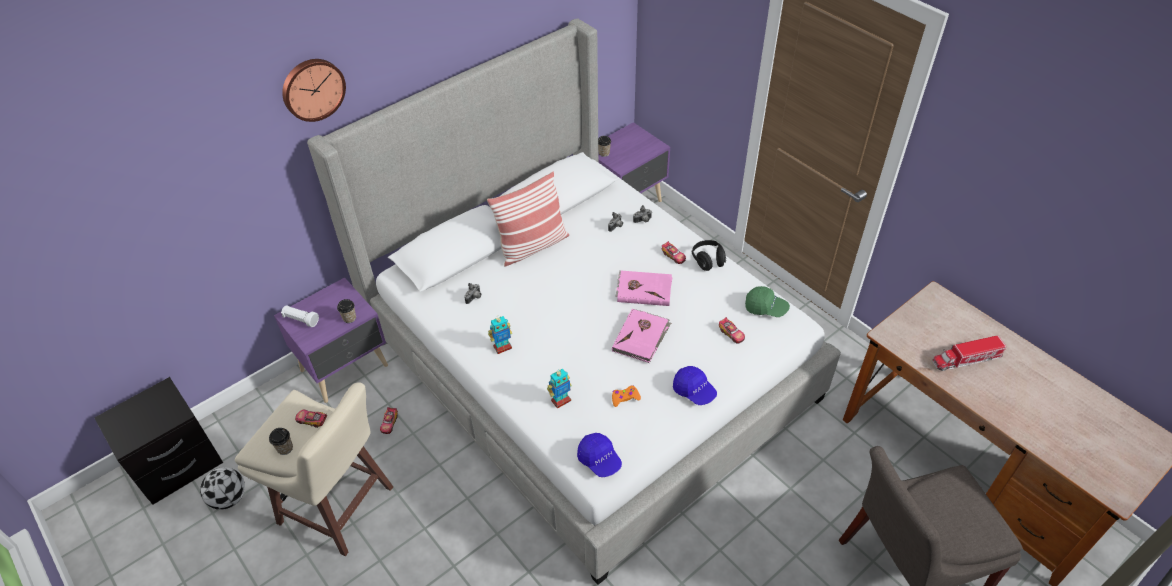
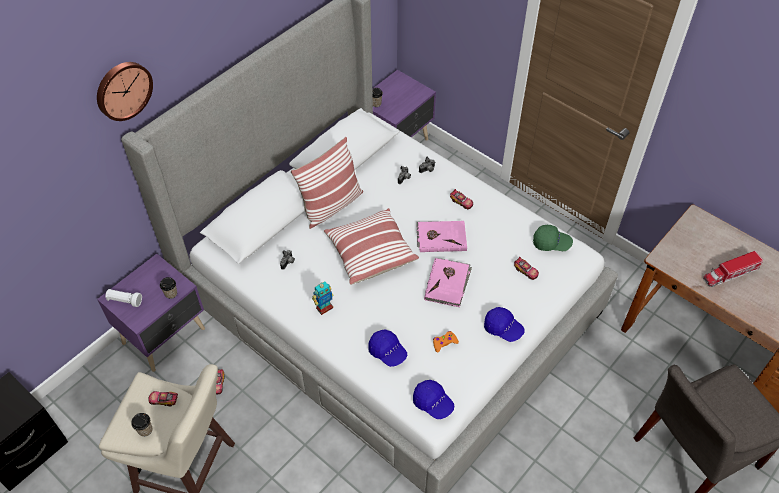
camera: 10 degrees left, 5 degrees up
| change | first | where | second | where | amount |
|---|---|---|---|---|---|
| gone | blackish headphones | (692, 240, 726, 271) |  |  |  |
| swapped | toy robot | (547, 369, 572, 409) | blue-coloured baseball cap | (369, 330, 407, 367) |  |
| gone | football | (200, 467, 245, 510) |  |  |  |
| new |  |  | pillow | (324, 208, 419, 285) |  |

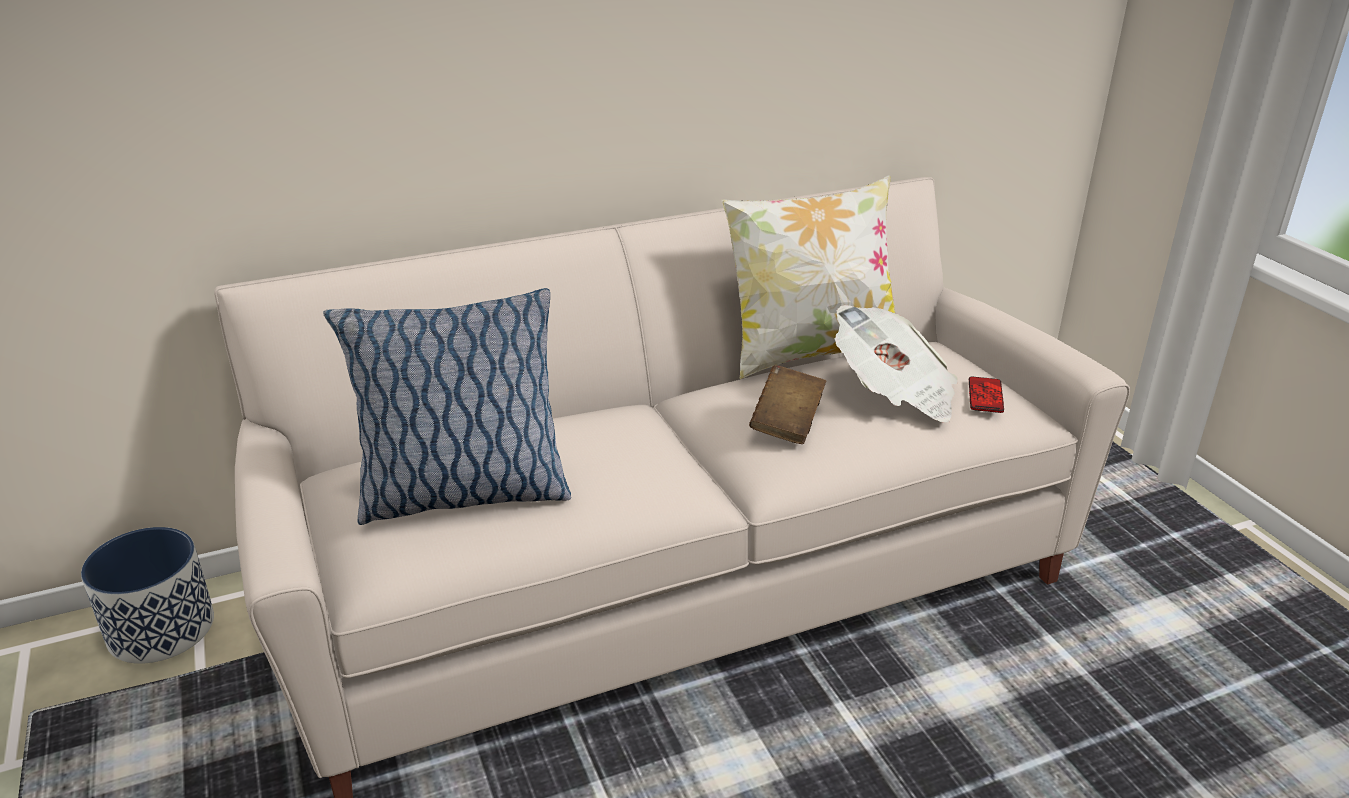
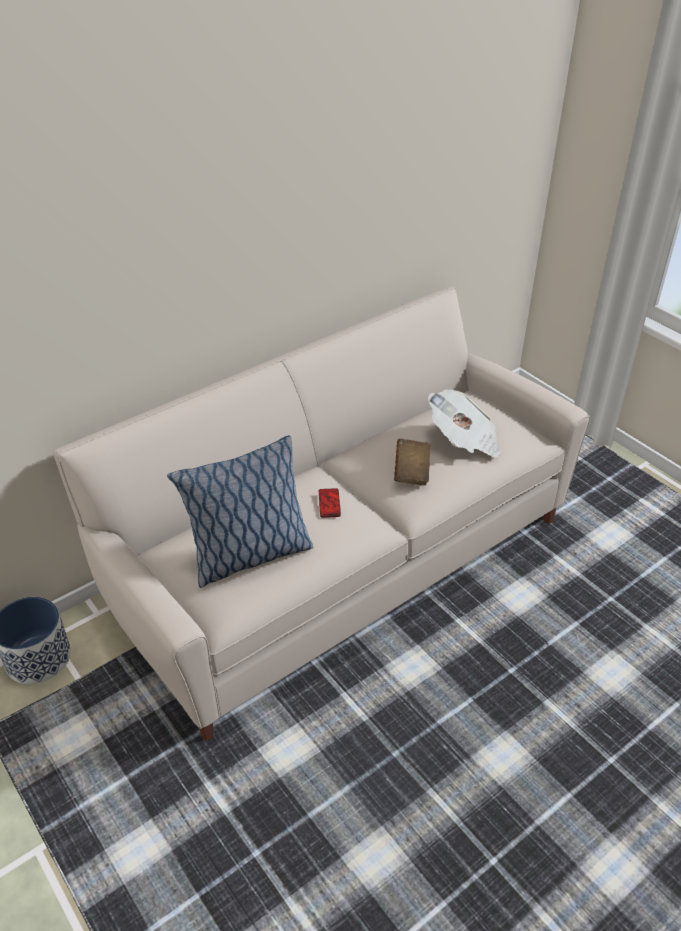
camera: 15 degrees left, 10 degrees up
| change | first | where | second | where | amount |
|---|---|---|---|---|---|
| gone | pillow | (722, 176, 896, 379) |  |  |  |
| shifted | phone | (969, 377, 1004, 413) |  | (319, 488, 341, 518) |  |

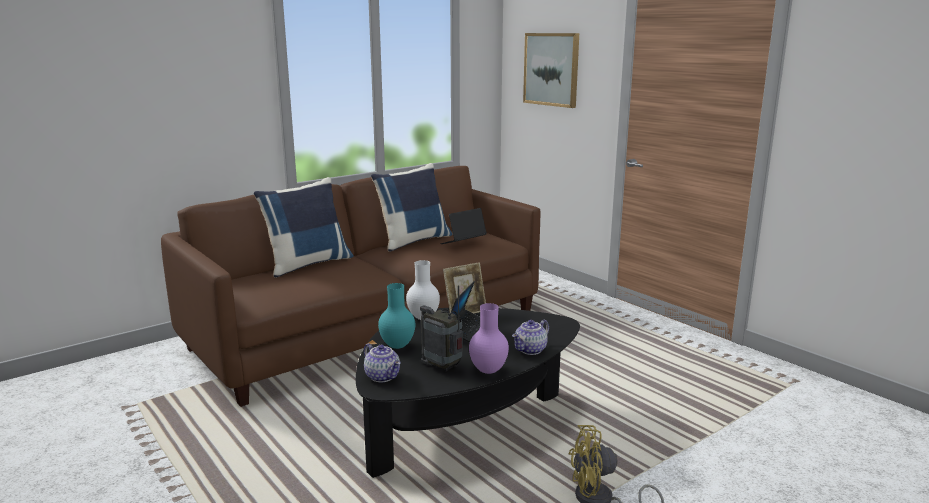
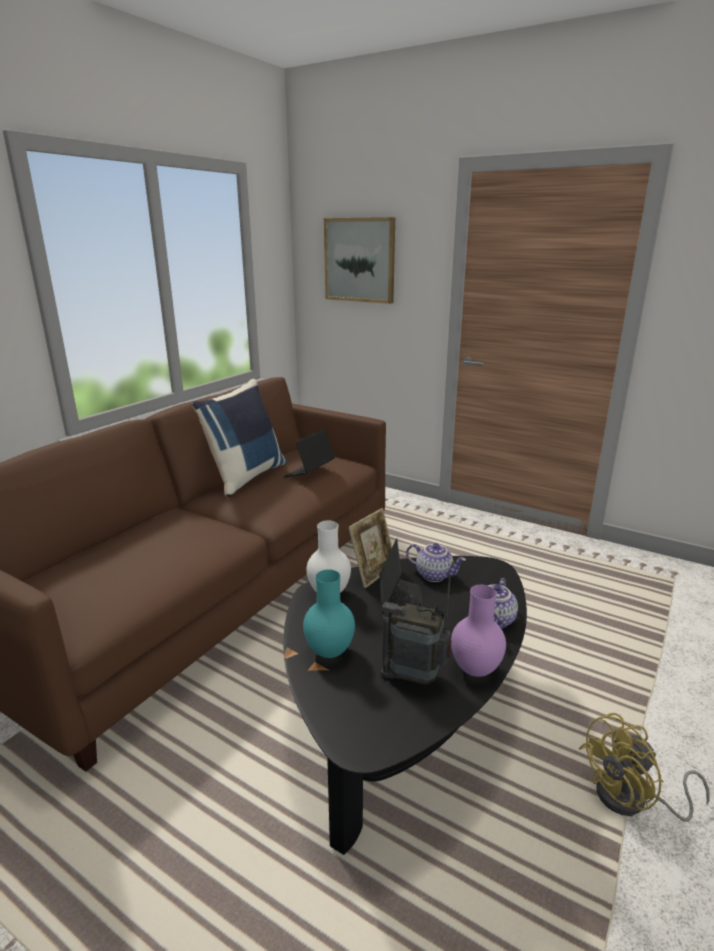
camera: 20 degrees left, 5 degrees up
| change | first | where | second | where | amount |
|---|---|---|---|---|---|
| gone | blue-coloured pillow | (254, 177, 354, 278) |  |  |  |
| shifted | pot for tea | (364, 343, 401, 382) |  | (406, 543, 466, 582) |  |

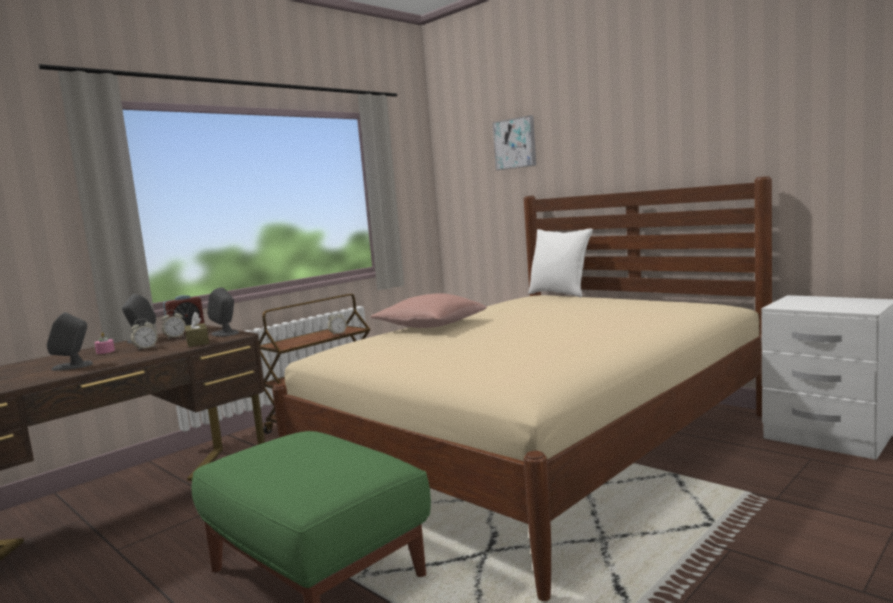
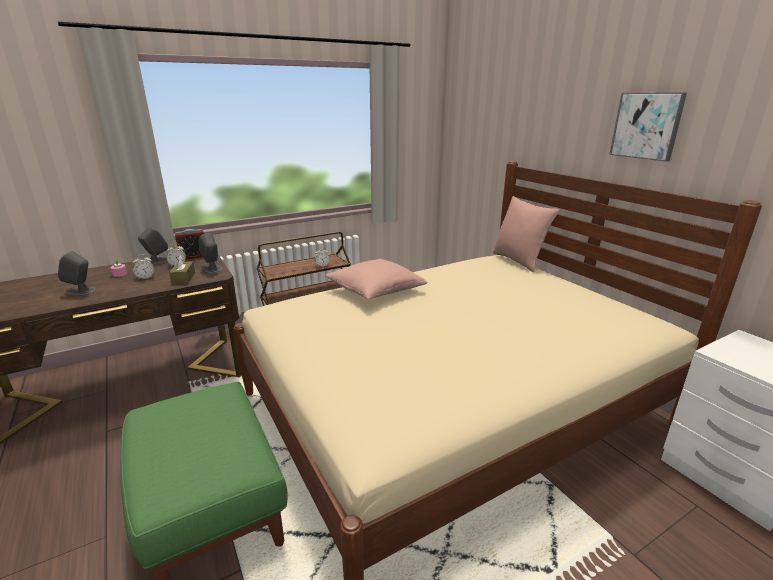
camera: 15 degrees right, 15 degrees up
| change | first | where | second | where | amount |
|---|---|---|---|---|---|
| shifted | wall picture | (492, 115, 536, 170) |  | (609, 92, 687, 162) |  |
| repainted | whitish pillow | (528, 229, 593, 297) | pink pillow | (493, 196, 560, 272) |  |

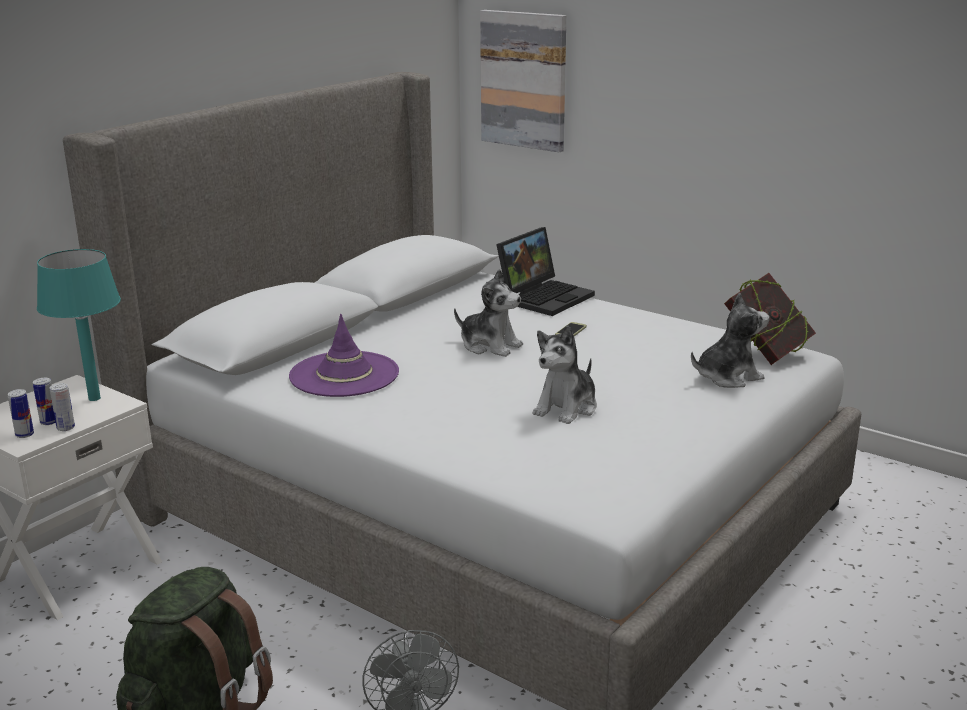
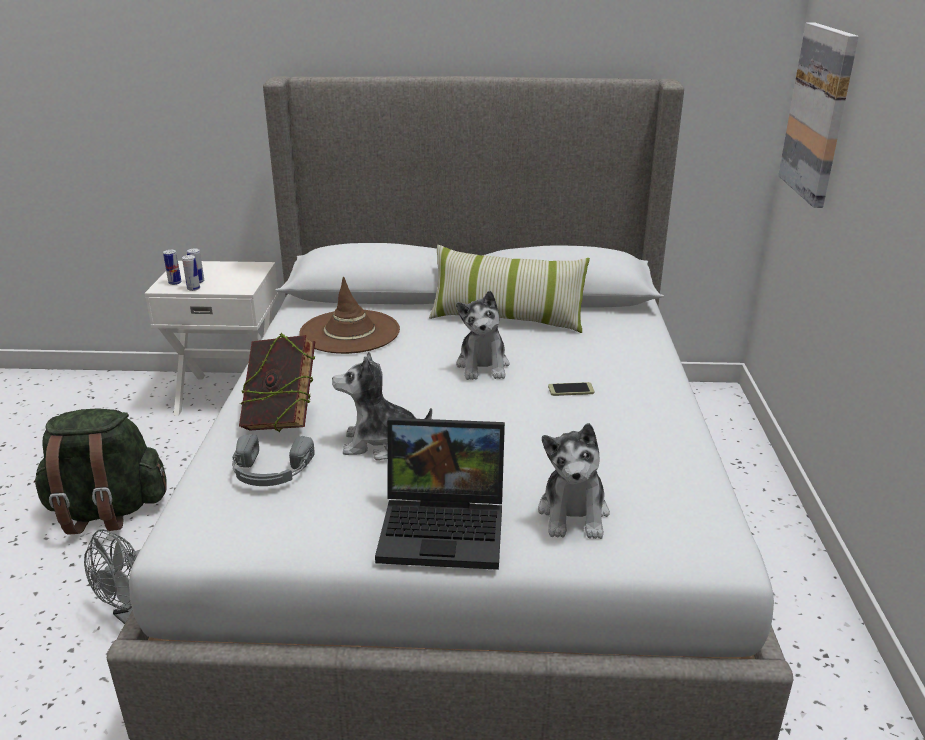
camera: 55 degrees right, 5 degrees up
| change | first | where | second | where | amount |
|---|---|---|---|---|---|
| shifted | notebook computer | (496, 227, 595, 316) |  | (375, 418, 505, 570) |  |
| gone | turquoise lamp for a table | (37, 249, 121, 401) |  |  |  |
| shifted | book | (724, 273, 816, 365) |  | (239, 333, 315, 433) |  |
| rotated | cuddly toy | (691, 293, 769, 388) |  | (538, 423, 610, 539) | 60 degrees clockwise |
| repainted | purple wearable hat | (289, 314, 399, 397) | brownish wearable hat | (299, 276, 400, 354) |  |
| new |  |  | pillow | (429, 245, 590, 333) |  |
| new |  |  | greyish headphones | (232, 434, 315, 486) |  |

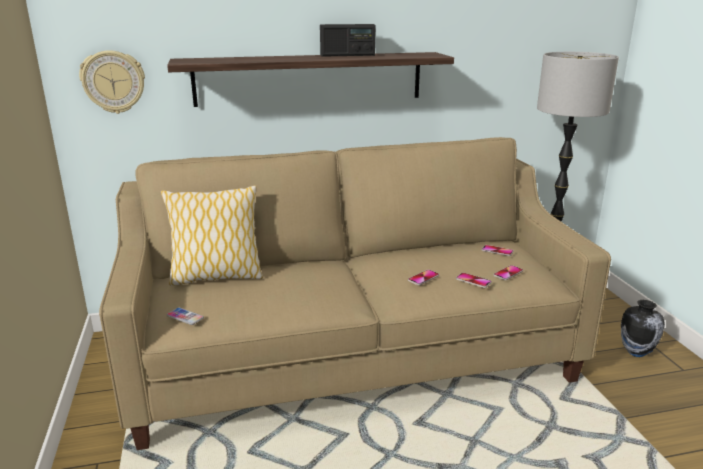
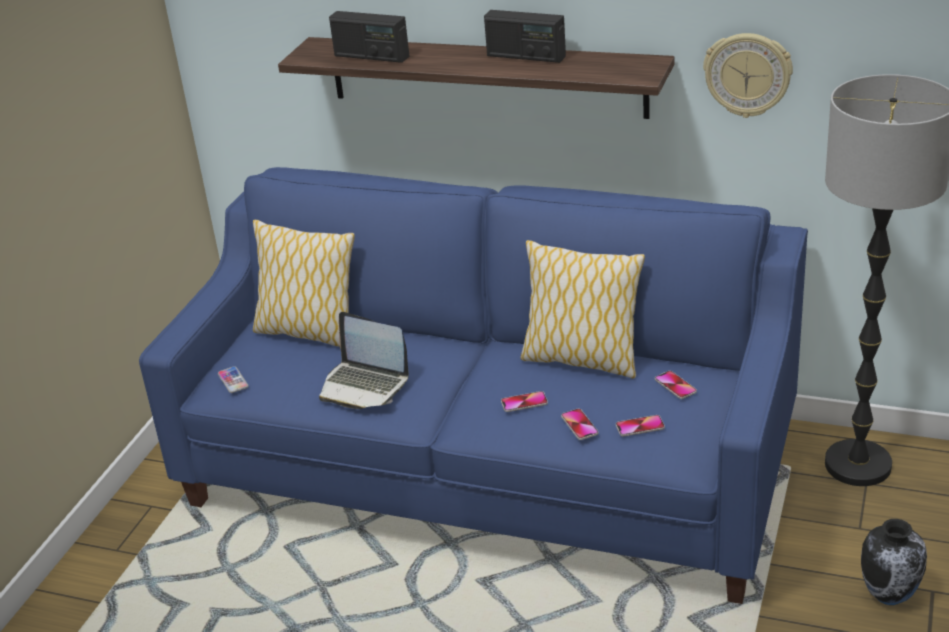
camera: 35 degrees right, 10 degrees up
| change | first | where | second | where | amount |
|---|---|---|---|---|---|
| shifted | clock on the wall | (79, 50, 145, 114) |  | (703, 33, 793, 118) |  |
| repainted | sand-coloured couch | (99, 137, 611, 450) | blue-coloured couch | (139, 167, 808, 604) |  |
| new |  |  | radio set | (329, 11, 409, 63) |  |
| new |  |  | pillow | (520, 240, 645, 379) |  |
| new |  |  | notebook computer | (319, 312, 409, 409) |  |

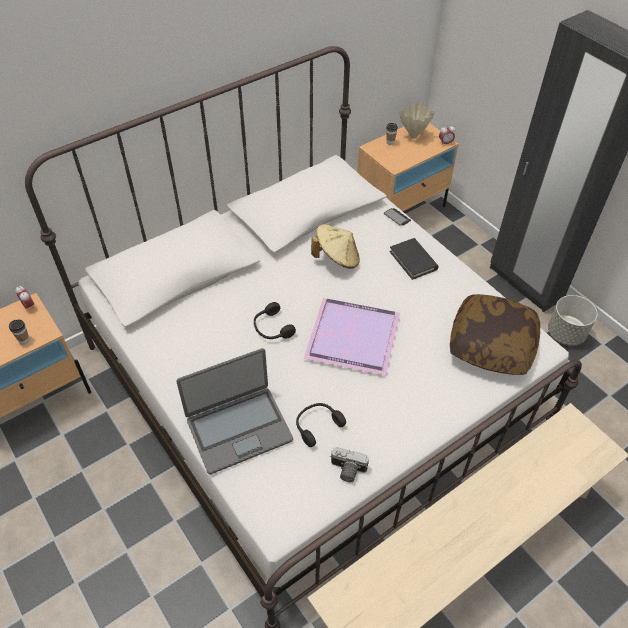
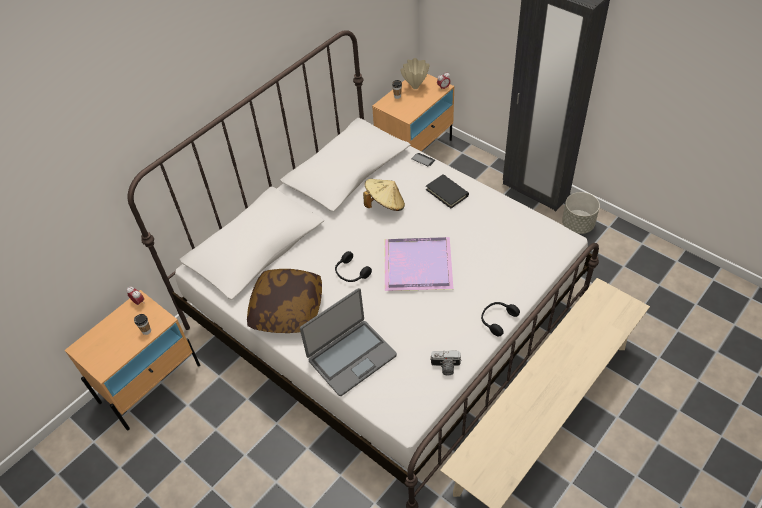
camera: 10 degrees left, 0 degrees up
| change | first | where | second | where | amount |
|---|---|---|---|---|---|
| shifted | pillow | (450, 294, 540, 375) |  | (247, 269, 322, 333) |  |
| shifted | blackish headphones | (296, 403, 346, 447) |  | (481, 302, 520, 336) |  |

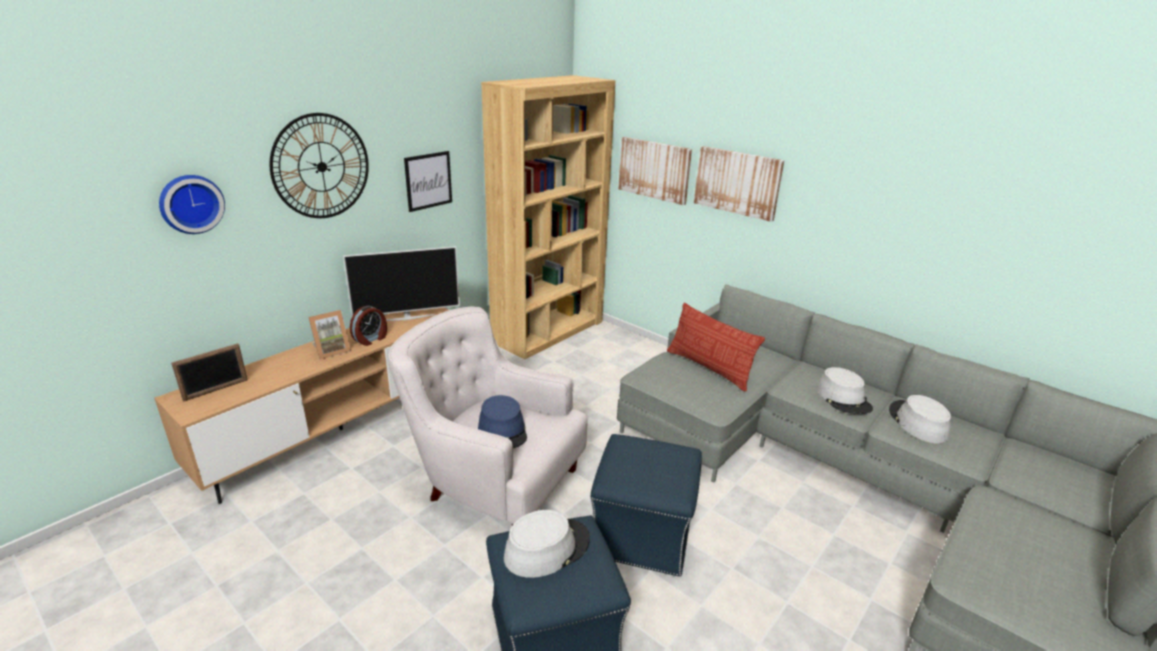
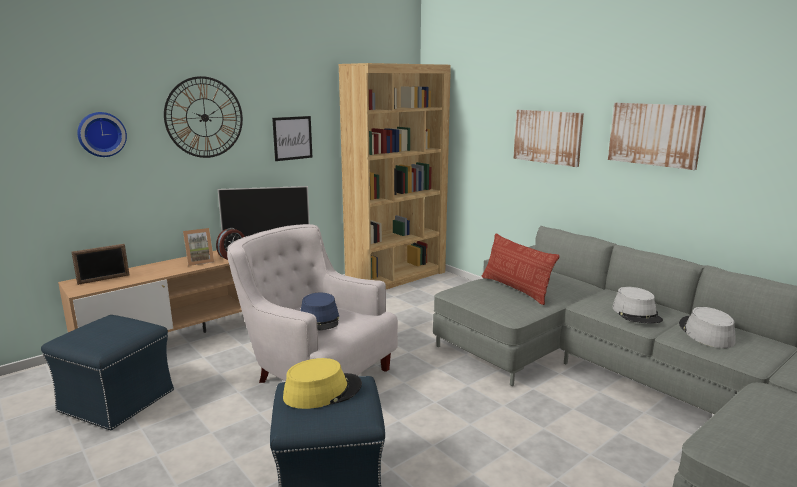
camera: 10 degrees right, 10 degrees down
| change | first | where | second | where | amount |
|---|---|---|---|---|---|
| shifted | wall picture | (618, 137, 692, 205) |  | (608, 103, 706, 170) |  |
| shifted | blue-coloured pouffe | (590, 434, 702, 576) |  | (41, 315, 174, 430) |  |
| repainted | greyish wearable hat | (504, 510, 590, 578) | yellow-coloured wearable hat | (283, 358, 362, 409) |  |

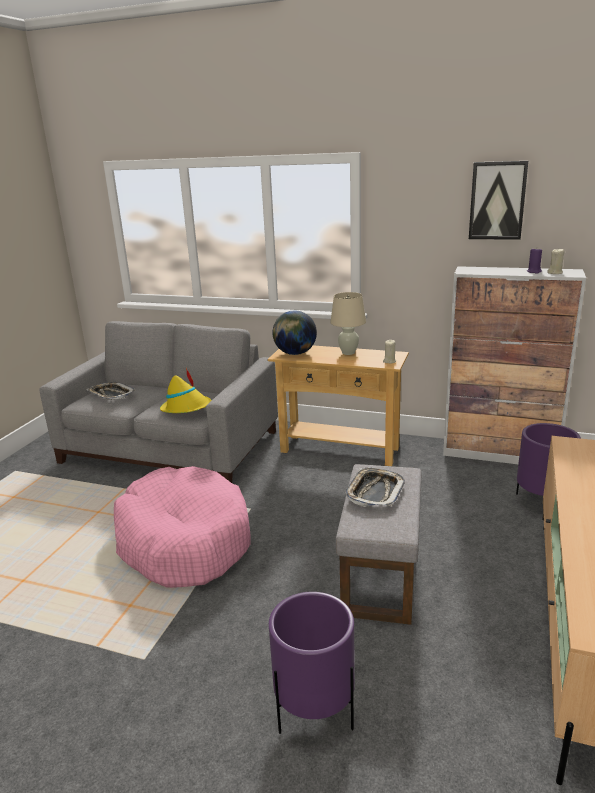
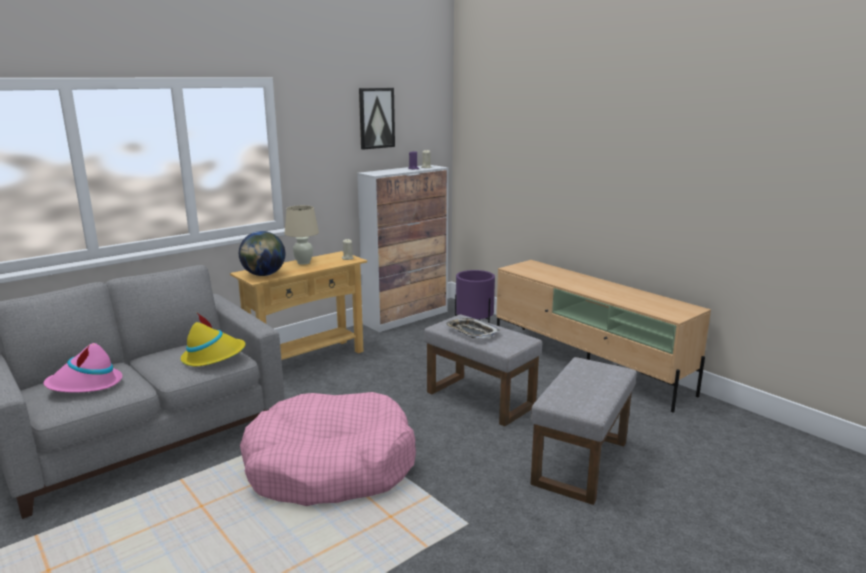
camera: 60 degrees left, 5 degrees down
| change | first | where | second | where | amount |
|---|---|---|---|---|---|
| swapped | tray | (87, 382, 136, 400) | pink wearable hat | (43, 343, 122, 393) |  |
| swapped | purple planter | (269, 592, 355, 734) | greyish pouffe | (530, 357, 637, 505) |  |

